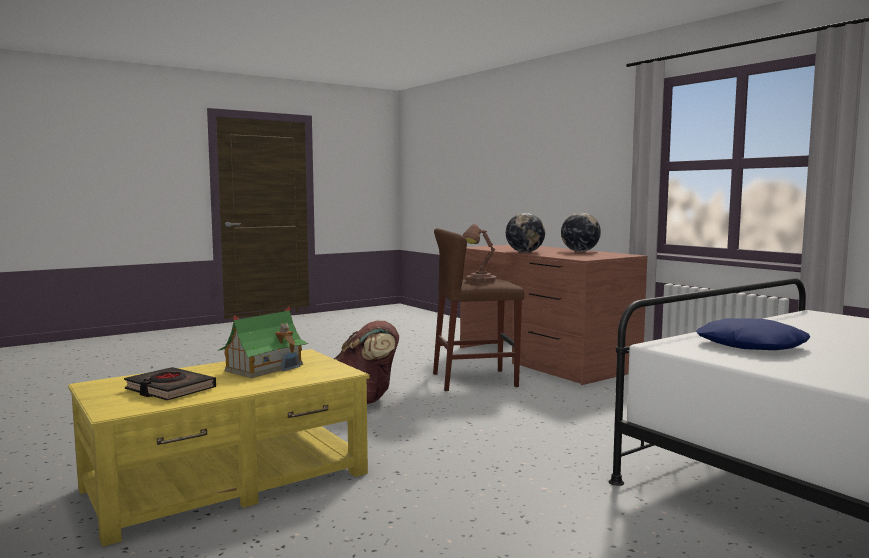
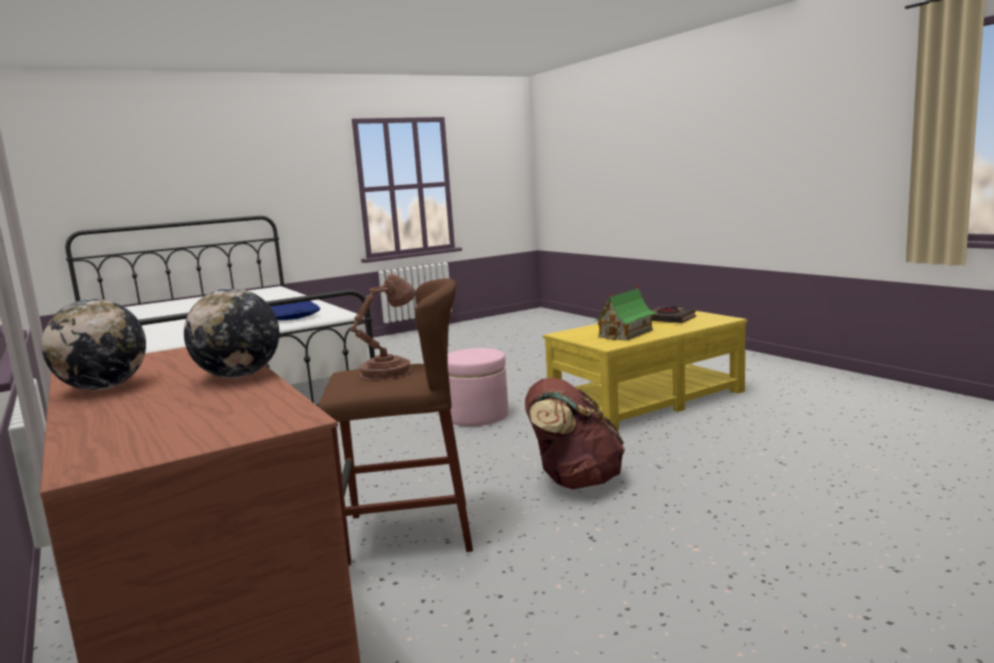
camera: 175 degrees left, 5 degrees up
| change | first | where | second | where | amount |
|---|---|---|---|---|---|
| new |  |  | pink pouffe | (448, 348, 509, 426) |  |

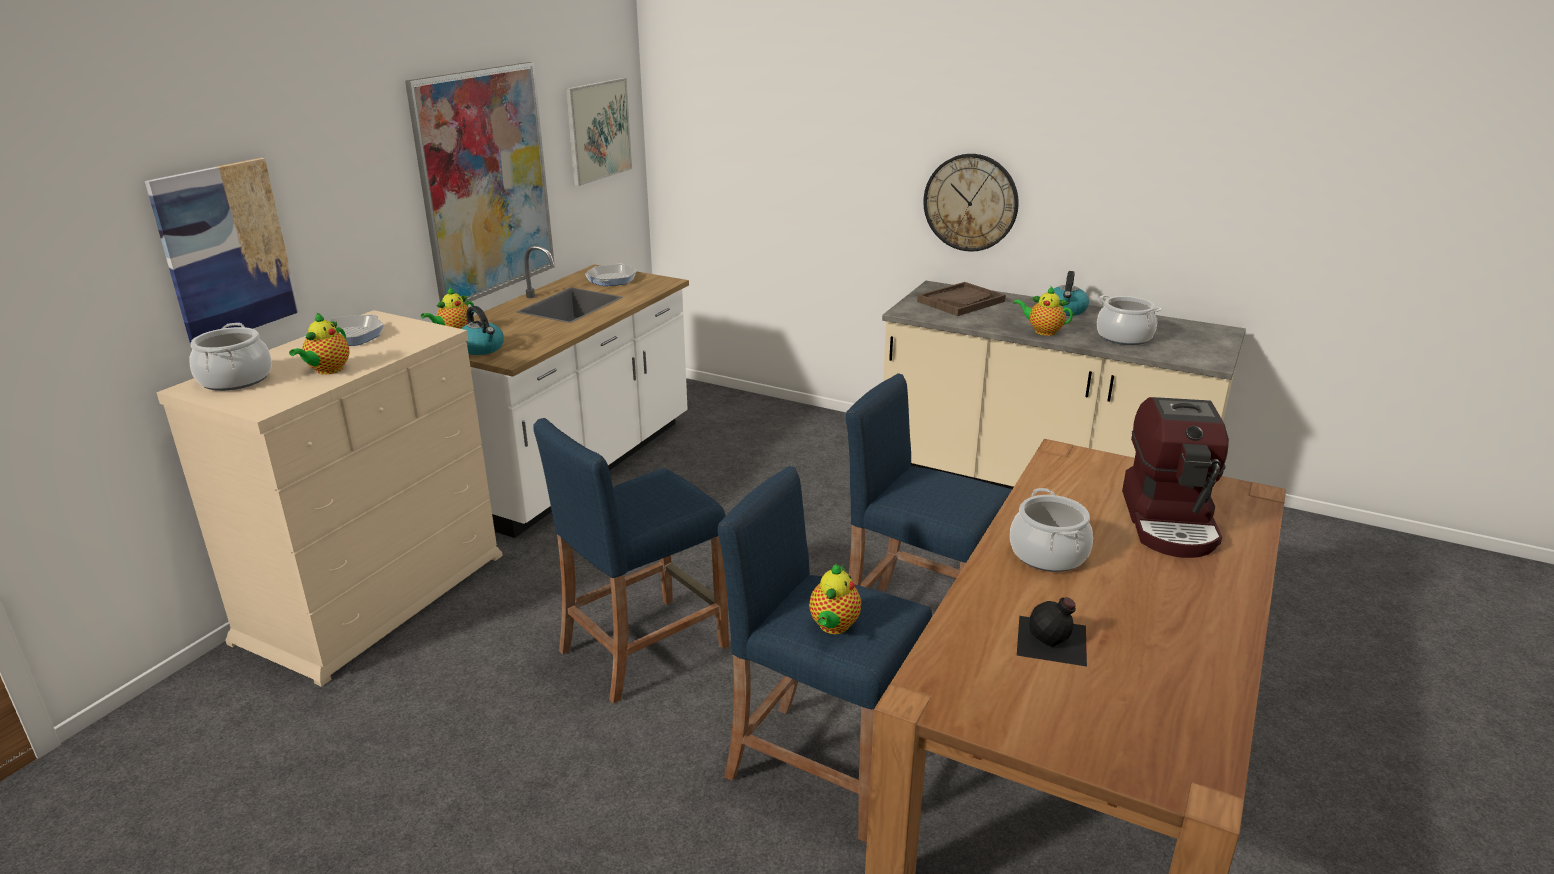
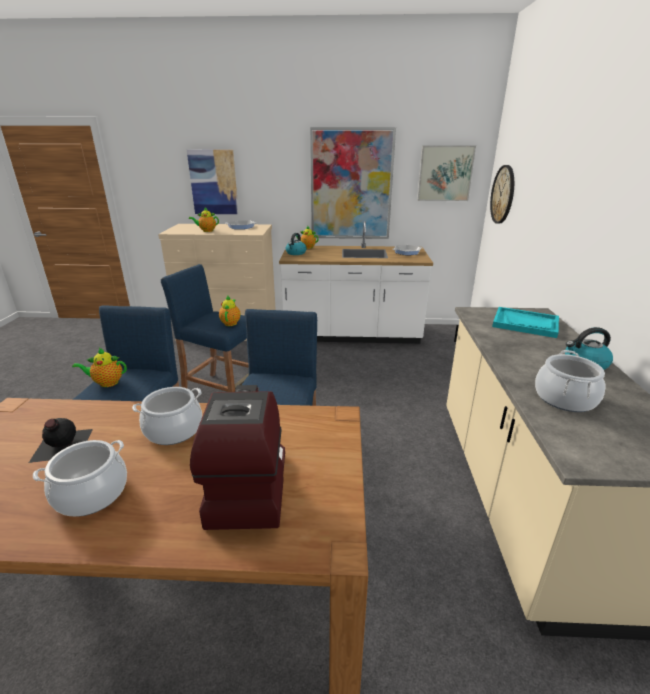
camera: 65 degrees right, 0 degrees up
| change | first | where | second | where | amount |
|---|---|---|---|---|---|
| shifted | clock on the wall | (923, 154, 1019, 252) |  | (490, 165, 514, 224) |  |
| repainted | brownish tray | (917, 282, 1006, 316) | turquoise tray | (492, 307, 559, 338) |  |
| shifted | pot for tea | (1013, 286, 1073, 336) |  | (219, 296, 241, 326) |  |
| shifted | saucepot | (189, 323, 272, 391) |  | (33, 440, 127, 517) |  |
| rotated | coffee brewer | (1122, 397, 1229, 558) |  | (190, 385, 285, 530) | 105 degrees clockwise |

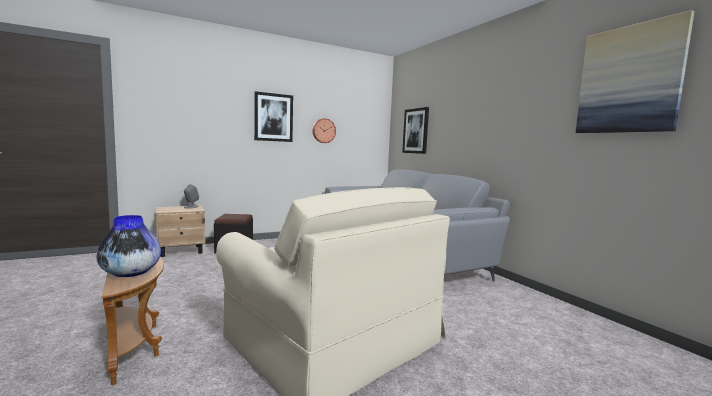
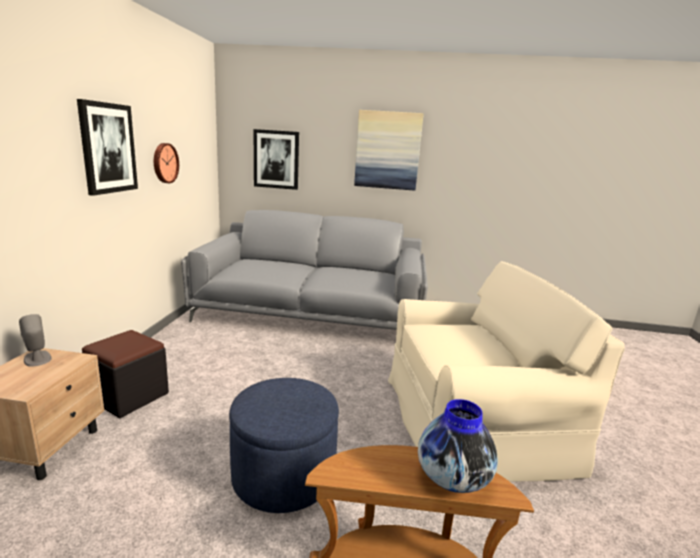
camera: 55 degrees left, 10 degrees up
| change | first | where | second | where | amount |
|---|---|---|---|---|---|
| shifted | wall picture | (576, 10, 694, 133) |  | (354, 110, 424, 191) |  |
| new |  |  | blue-coloured pouffe | (229, 378, 339, 513) |  |

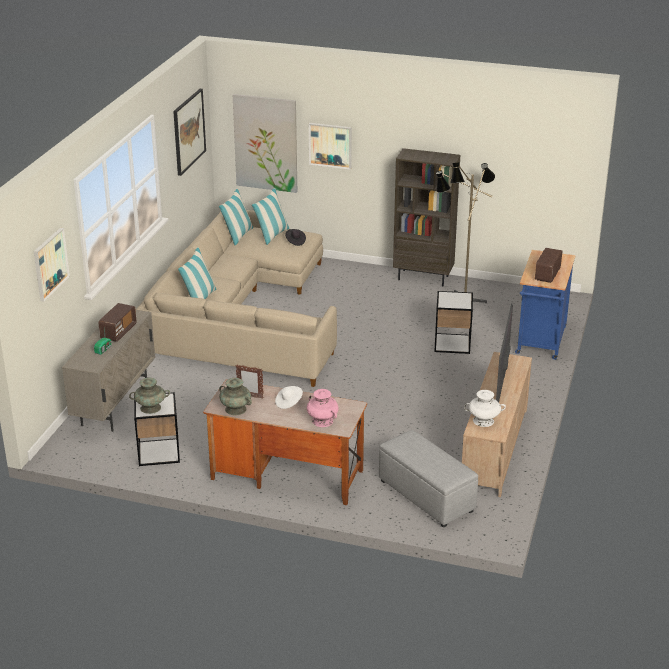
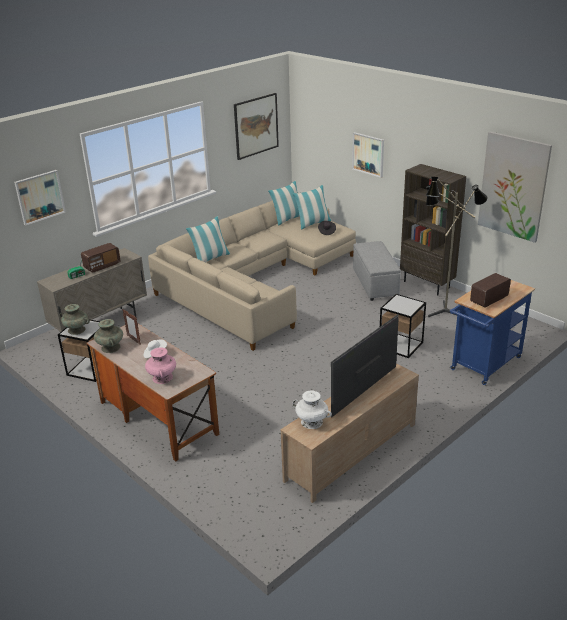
camera: 30 degrees right, 0 degrees up
| change | first | where | second | where | amount |
|---|---|---|---|---|---|
| shifted | wall picture | (233, 94, 297, 193) |  | (478, 132, 552, 243) |  |
| shifted | greyish pouffe | (379, 430, 478, 528) |  | (353, 241, 401, 301) |  |

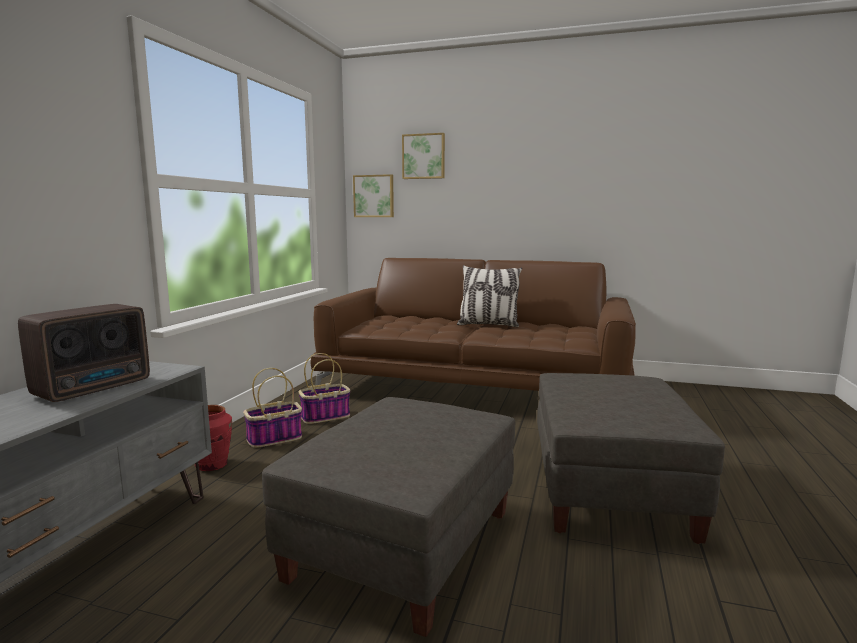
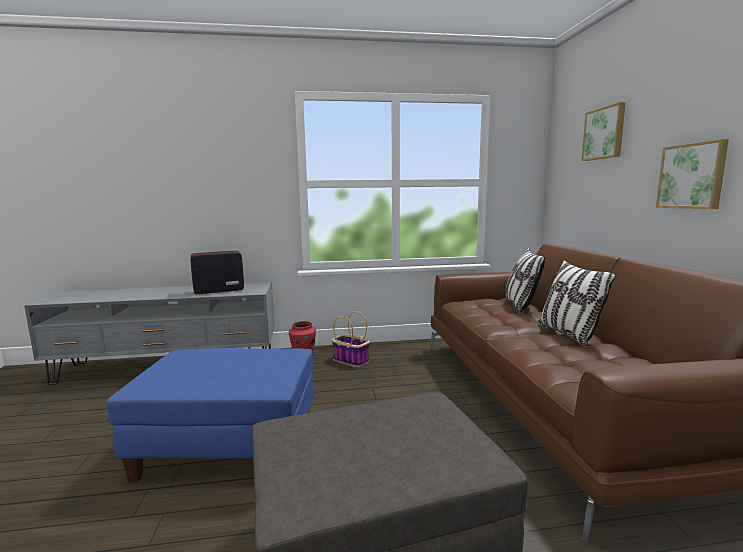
camera: 65 degrees right, 0 degrees up
| change | first | where | second | where | amount |
|---|---|---|---|---|---|
| shifted | wall picture | (353, 174, 394, 217) |  | (656, 139, 729, 209) |  |
| rotated | radio set | (18, 304, 150, 402) |  | (191, 251, 244, 295) | 150 degrees clockwise |
| gone | basket | (299, 353, 351, 424) |  |  |  |
| repainted | greyish pouffe | (262, 397, 515, 637) | blue-coloured pouffe | (106, 348, 314, 482) |  |
| new |  |  | pillow | (505, 248, 545, 314) |  |

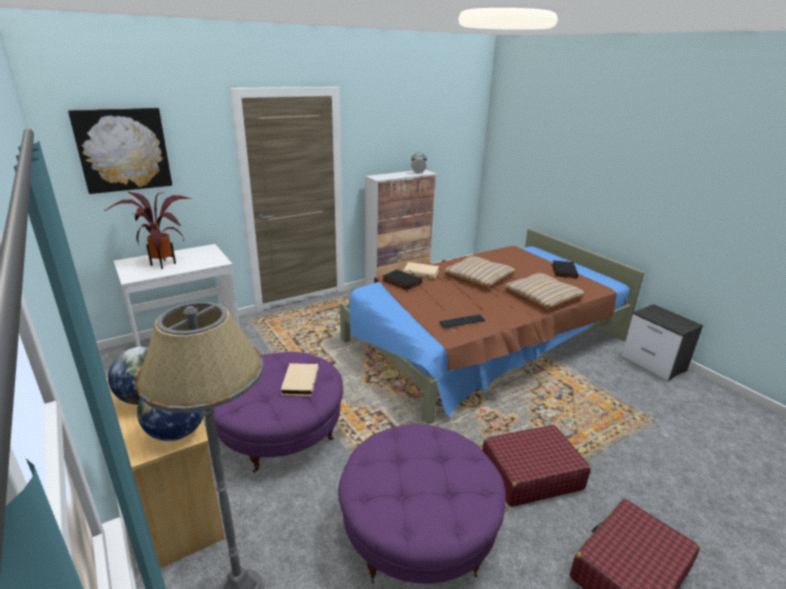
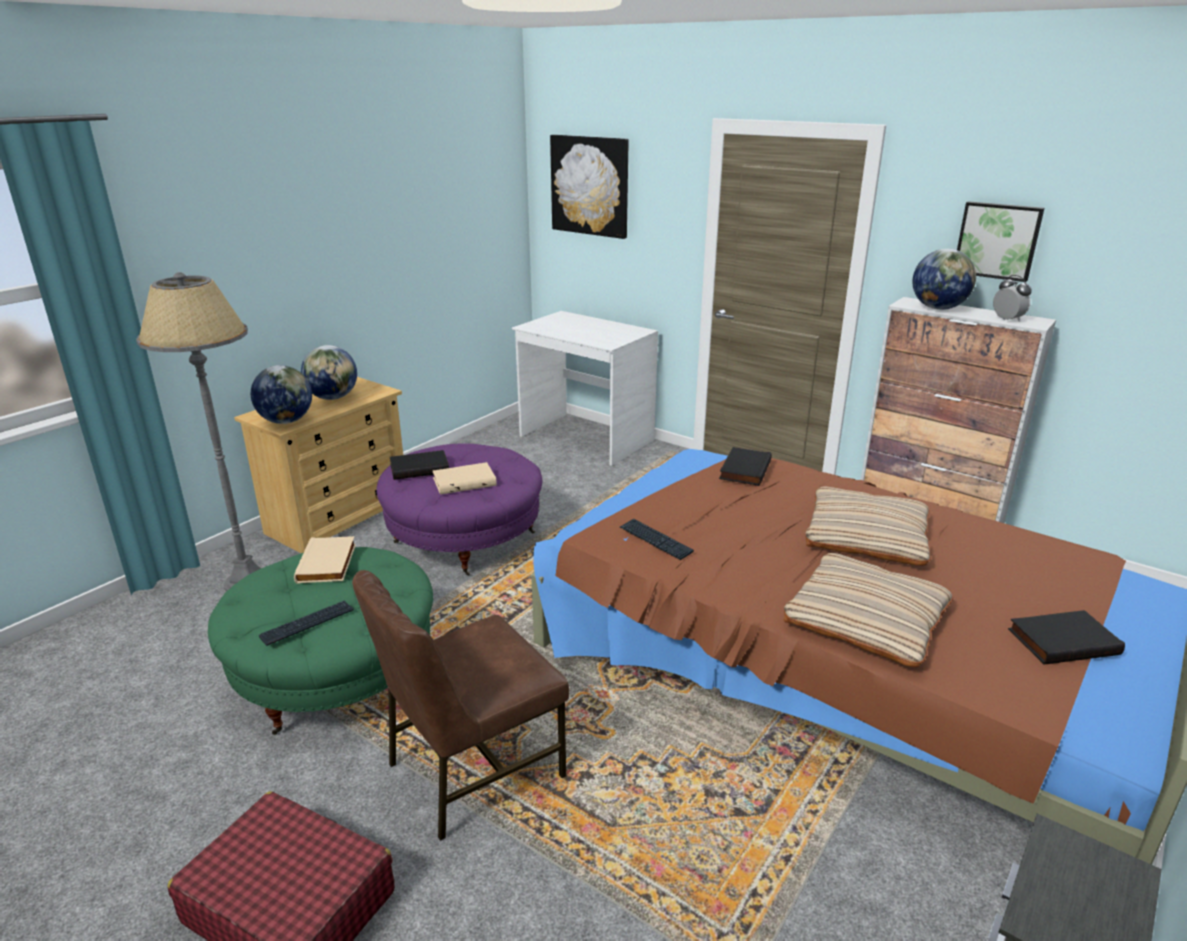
camera: 70 degrees right, 0 degrees up
| change | first | where | second | where | amount |
|---|---|---|---|---|---|
| gone | potted plant | (104, 192, 191, 269) |  |  |  |
| shifted | sand-coloured book | (403, 262, 439, 279) |  | (294, 536, 356, 584) |  |
| repainted | purple pouffe | (338, 424, 506, 584) | green pouffe | (208, 547, 433, 735) |  |
| swapped | red suitcase | (482, 425, 591, 507) | brownish plain chair | (352, 570, 569, 841) |  |
| new |  |  | wall picture | (957, 201, 1045, 282) |  |
| new |  |  | globe | (912, 249, 976, 310) |  |
| new |  |  | blackish book | (390, 450, 449, 480) |  |
| new |  |  | keyboard | (259, 601, 354, 646) |  |

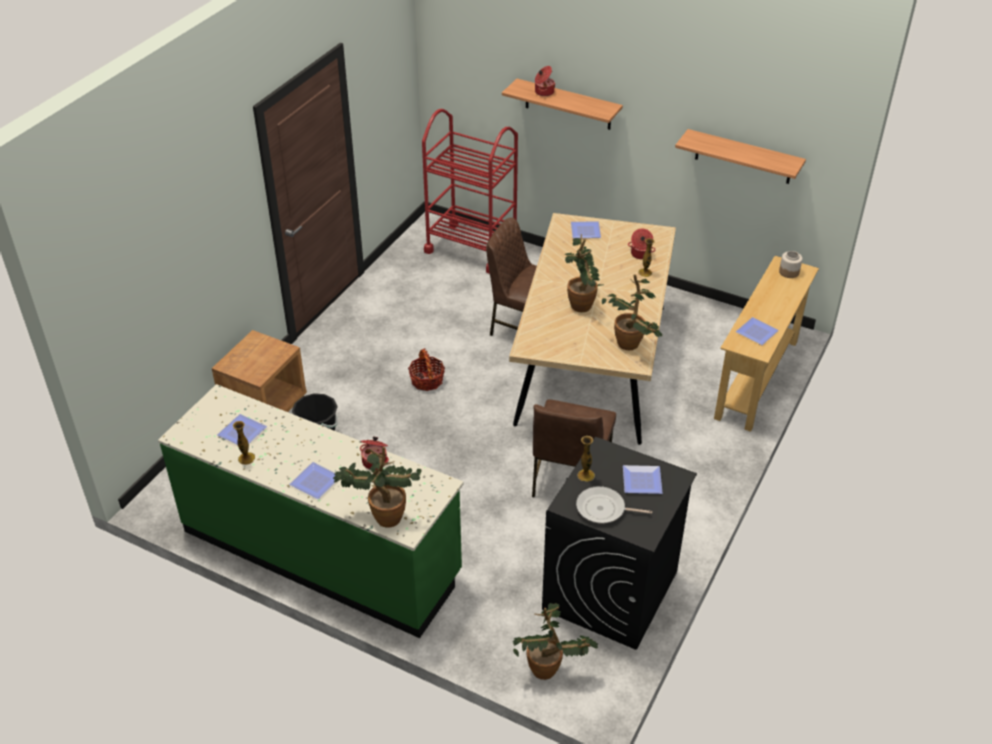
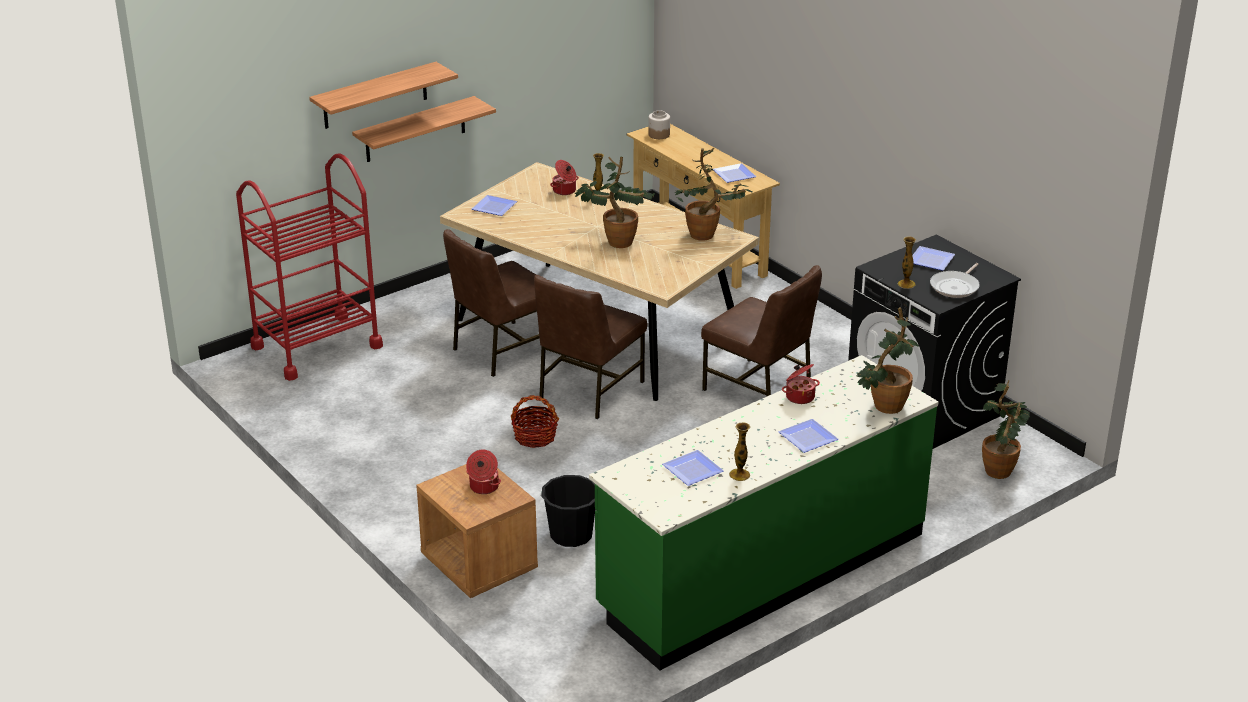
camera: 65 degrees left, 10 degrees down
| change | first | where | second | where | amount |
|---|---|---|---|---|---|
| shifted | saucepot | (535, 66, 555, 96) |  | (466, 450, 501, 494) |  |
| shifted | wall shelf | (675, 129, 806, 184) |  | (352, 96, 496, 162) |  |
| new |  |  | brownish plain chair | (534, 275, 647, 419) |  |

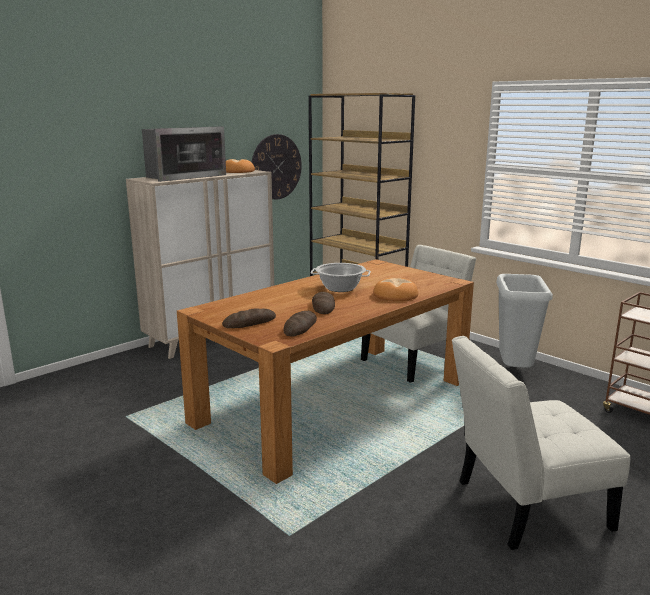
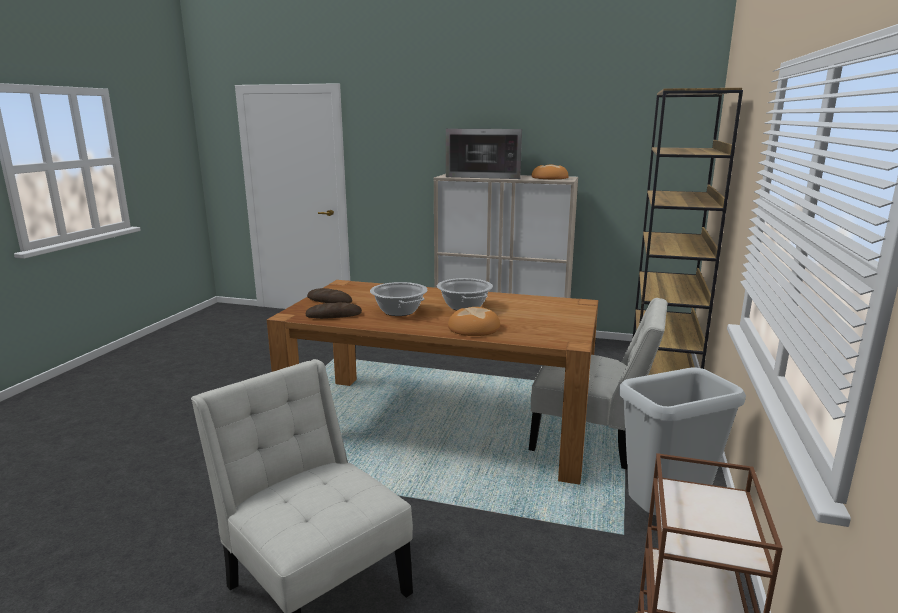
camera: 60 degrees right, 0 degrees up
| change | first | where | second | where | amount |
|---|---|---|---|---|---|
| gone | clock on the wall | (252, 134, 302, 199) |  |  |  |
| swapped | bread | (312, 292, 335, 314) | saucepot | (370, 282, 428, 316) |  |

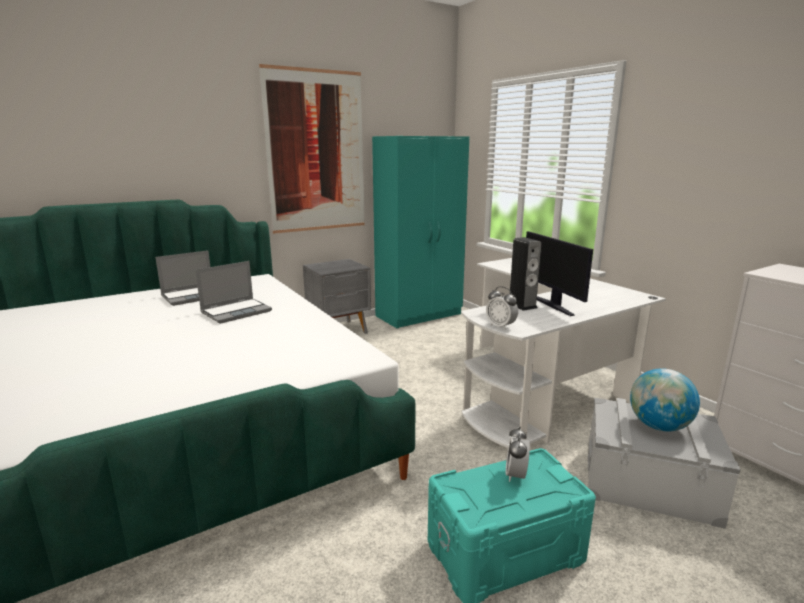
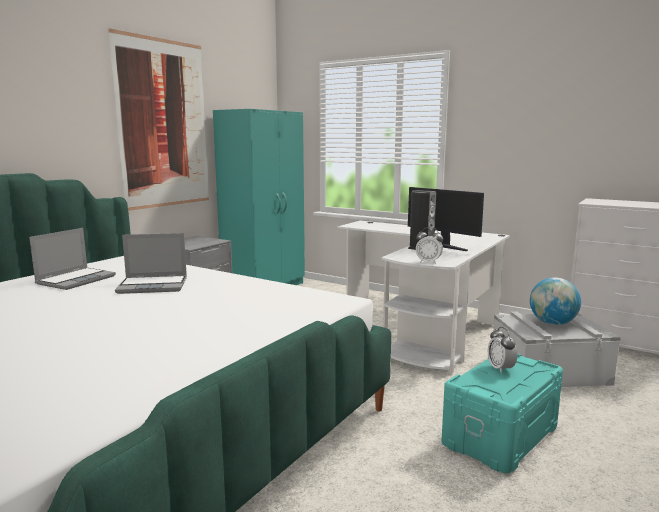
camera: 25 degrees left, 5 degrees down
| change | first | where | second | where | amount |
|---|---|---|---|---|---|
| rotated | notebook computer | (195, 261, 272, 324) |  | (115, 233, 187, 294) | 60 degrees clockwise |

